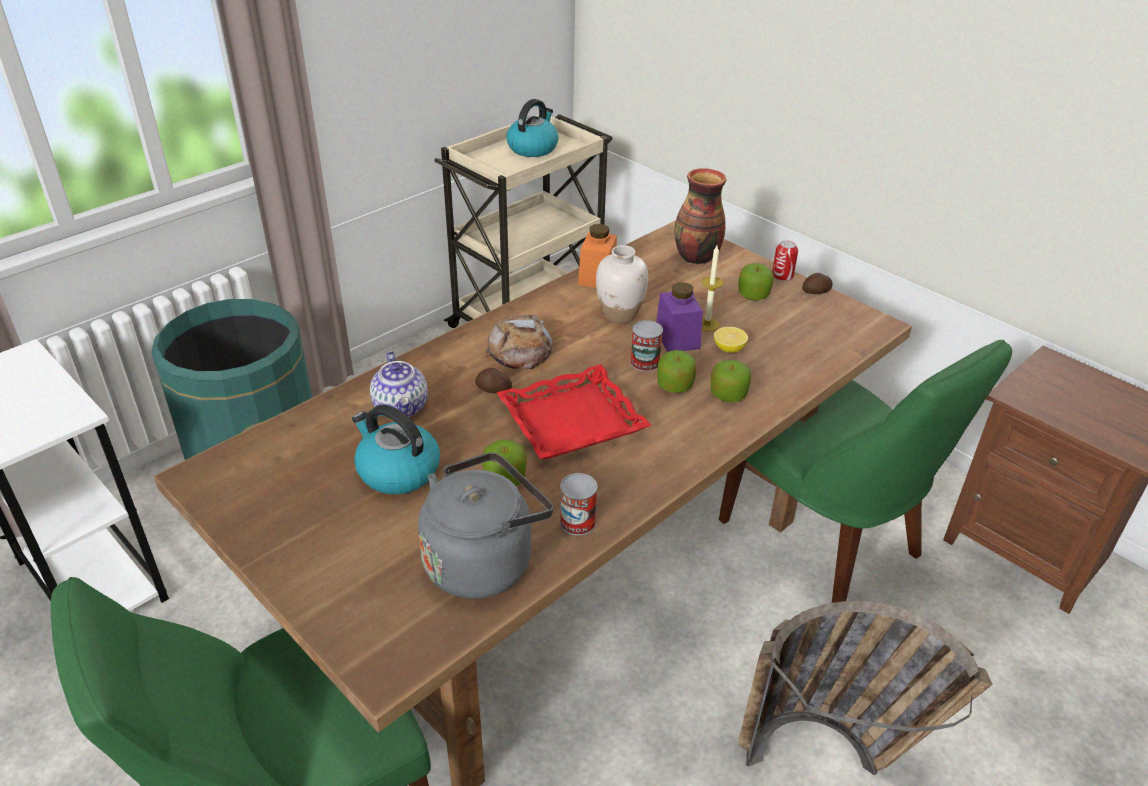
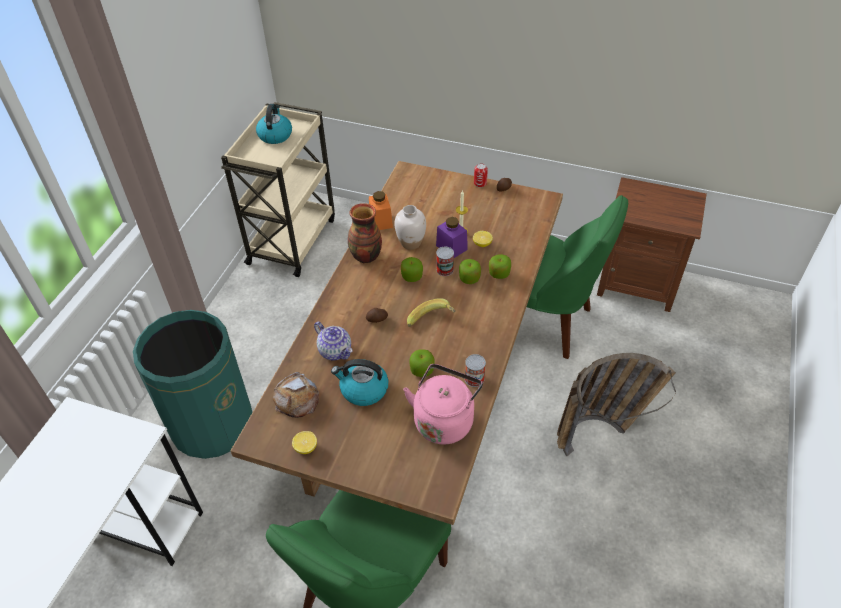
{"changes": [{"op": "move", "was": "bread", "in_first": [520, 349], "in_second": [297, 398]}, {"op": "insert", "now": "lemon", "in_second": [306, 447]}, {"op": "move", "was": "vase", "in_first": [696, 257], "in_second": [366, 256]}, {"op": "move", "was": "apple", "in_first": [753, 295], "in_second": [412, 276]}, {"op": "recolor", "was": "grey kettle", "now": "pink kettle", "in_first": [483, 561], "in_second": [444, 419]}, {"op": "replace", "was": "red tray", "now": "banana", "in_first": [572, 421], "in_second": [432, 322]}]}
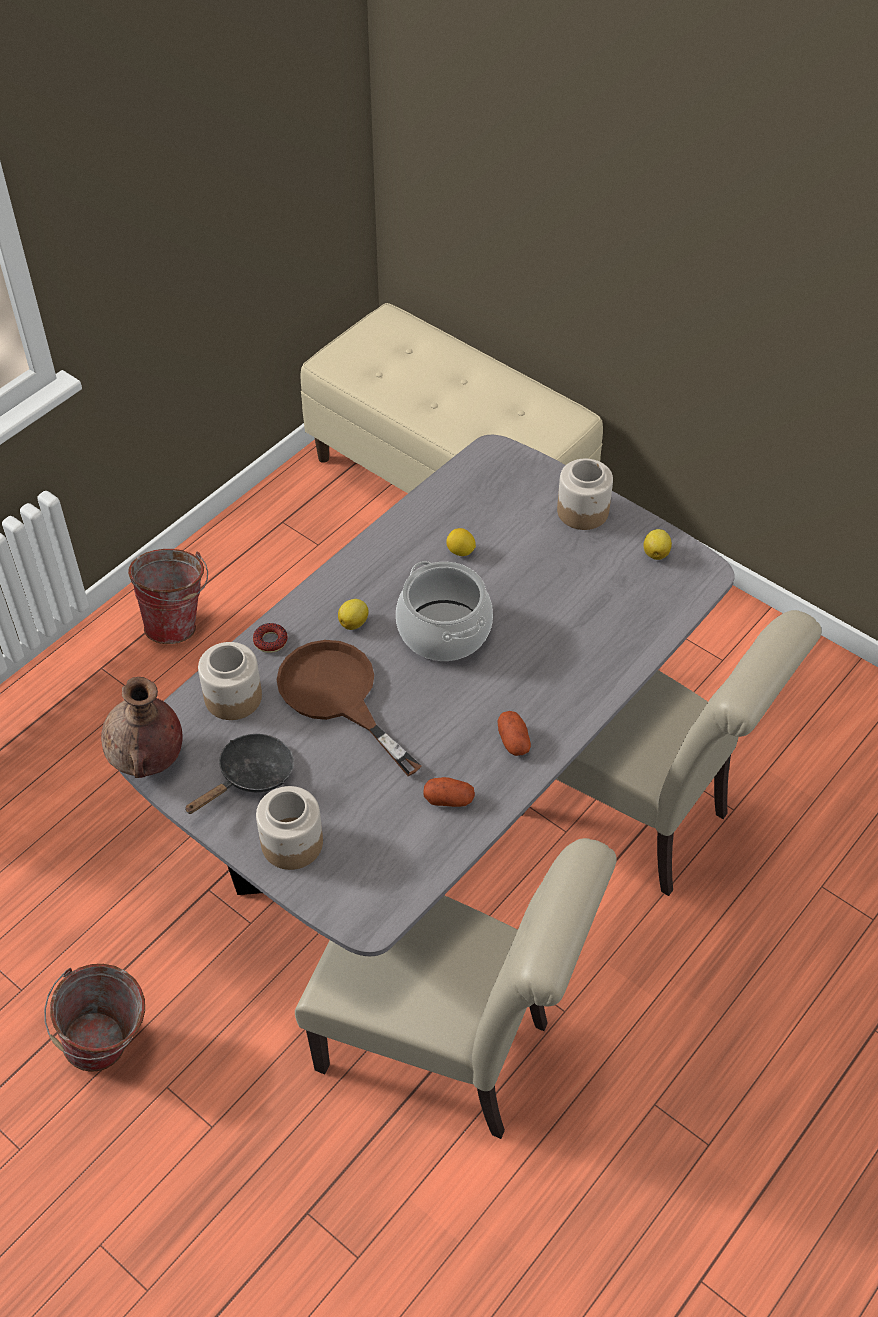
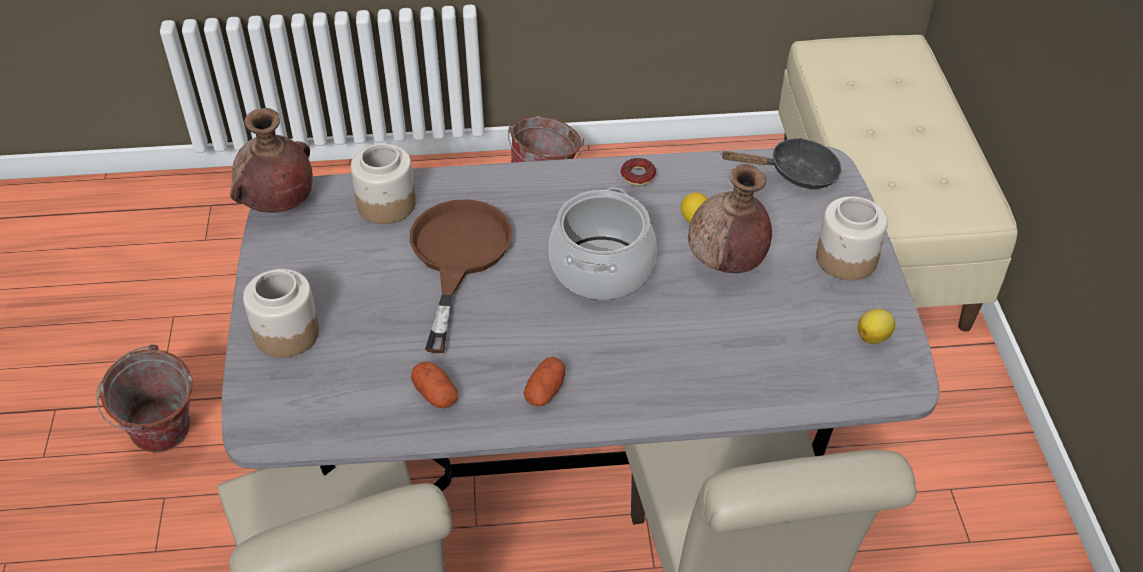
{"changes": [{"op": "move", "was": "donut", "in_first": [270, 641], "in_second": [638, 176]}, {"op": "insert", "now": "brown vase", "in_second": [726, 263]}, {"op": "move", "was": "black frying pan", "in_first": [251, 776], "in_second": [795, 173]}, {"op": "delete", "was": "lemon", "in_first": [354, 622]}]}
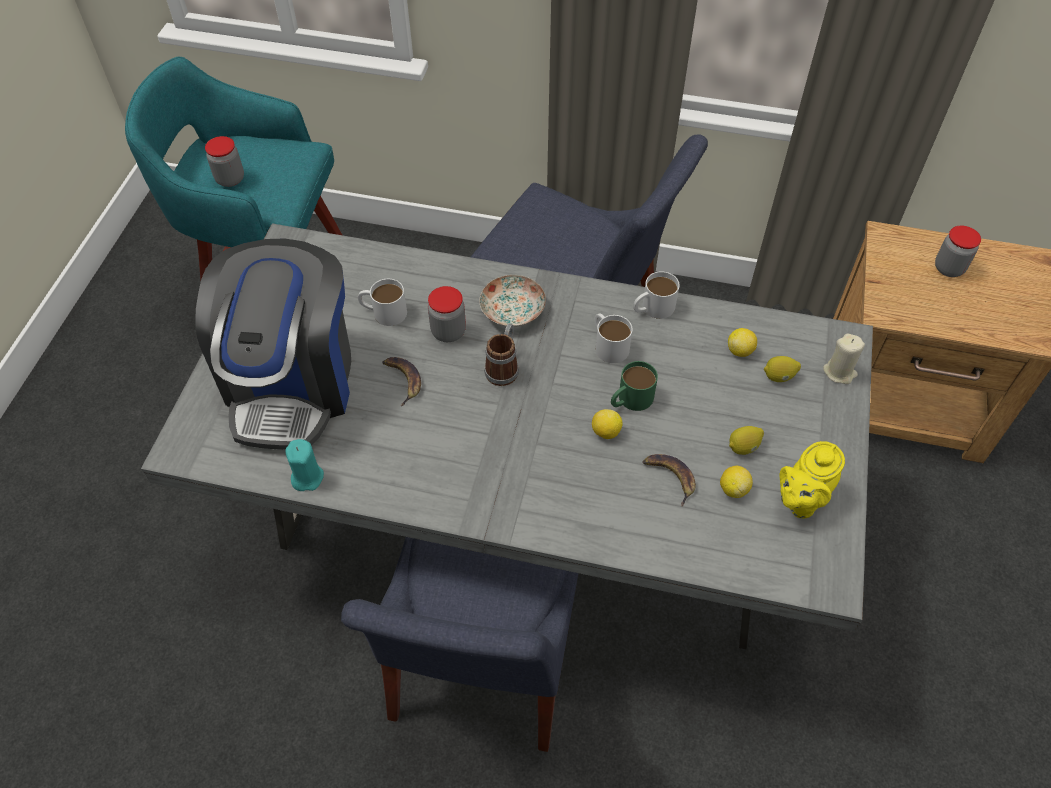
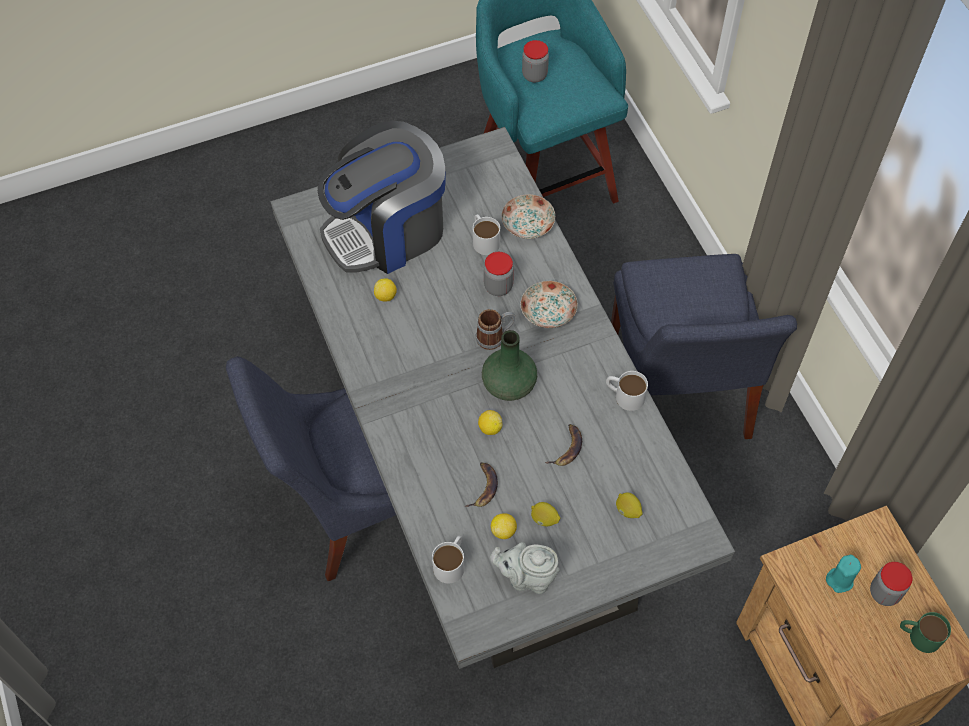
{"changes": [{"op": "move", "was": "lemon", "in_first": [740, 351], "in_second": [386, 296]}, {"op": "move", "was": "white mug", "in_first": [608, 344], "in_second": [451, 562]}, {"op": "insert", "now": "green vase", "in_second": [509, 385]}, {"op": "recolor", "was": "yellow teapot", "now": "grey teapot", "in_first": [800, 499], "in_second": [527, 577]}, {"op": "insert", "now": "plate", "in_second": [527, 223]}, {"op": "move", "was": "banana", "in_first": [402, 380], "in_second": [567, 448]}, {"op": "move", "was": "turquoise candle", "in_first": [307, 477], "in_second": [840, 579]}, {"op": "move", "was": "green mug", "in_first": [630, 399], "in_second": [919, 635]}, {"op": "delete", "was": "beige candle", "in_first": [839, 372]}]}
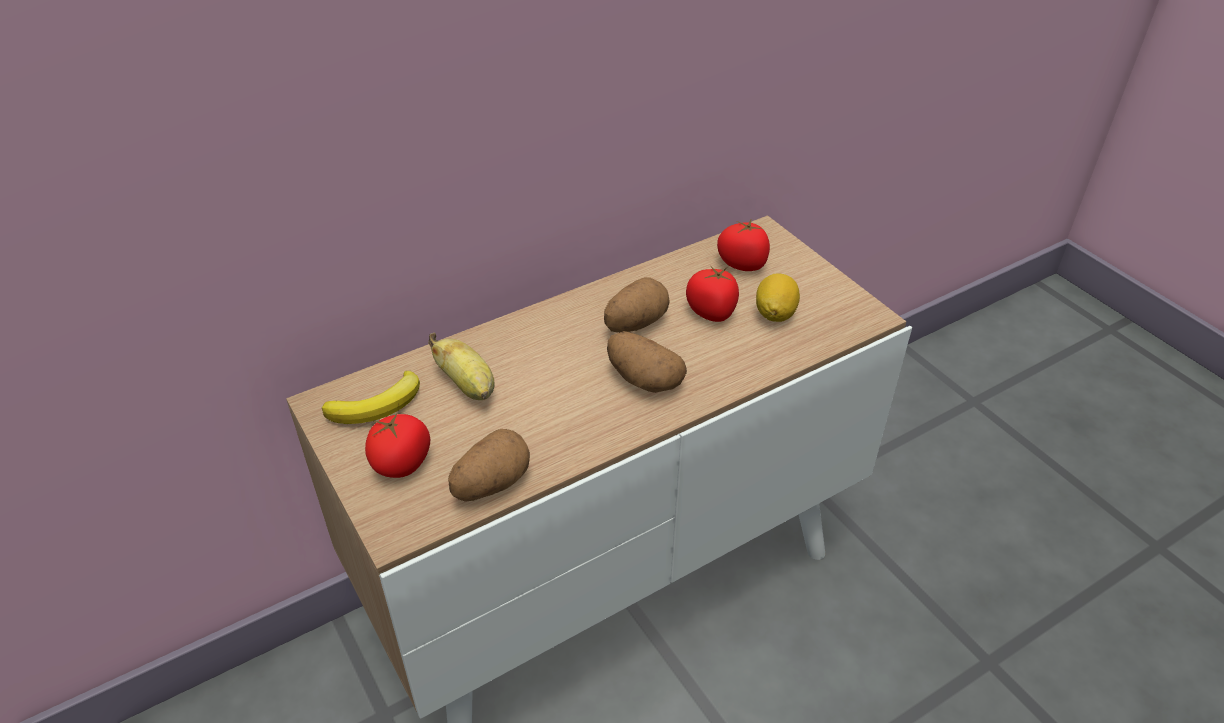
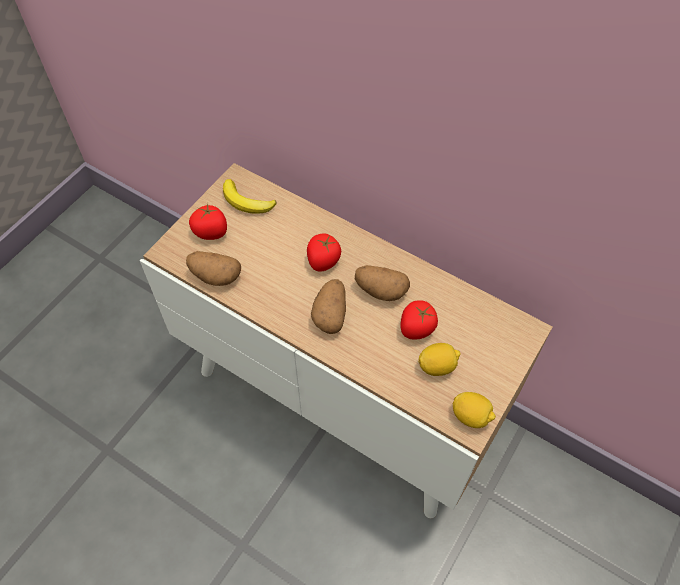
{"changes": [{"op": "move", "was": "tomato", "in_first": [743, 263], "in_second": [323, 261]}, {"op": "insert", "now": "lemon", "in_second": [471, 416]}, {"op": "delete", "was": "banana", "in_first": [468, 385]}]}
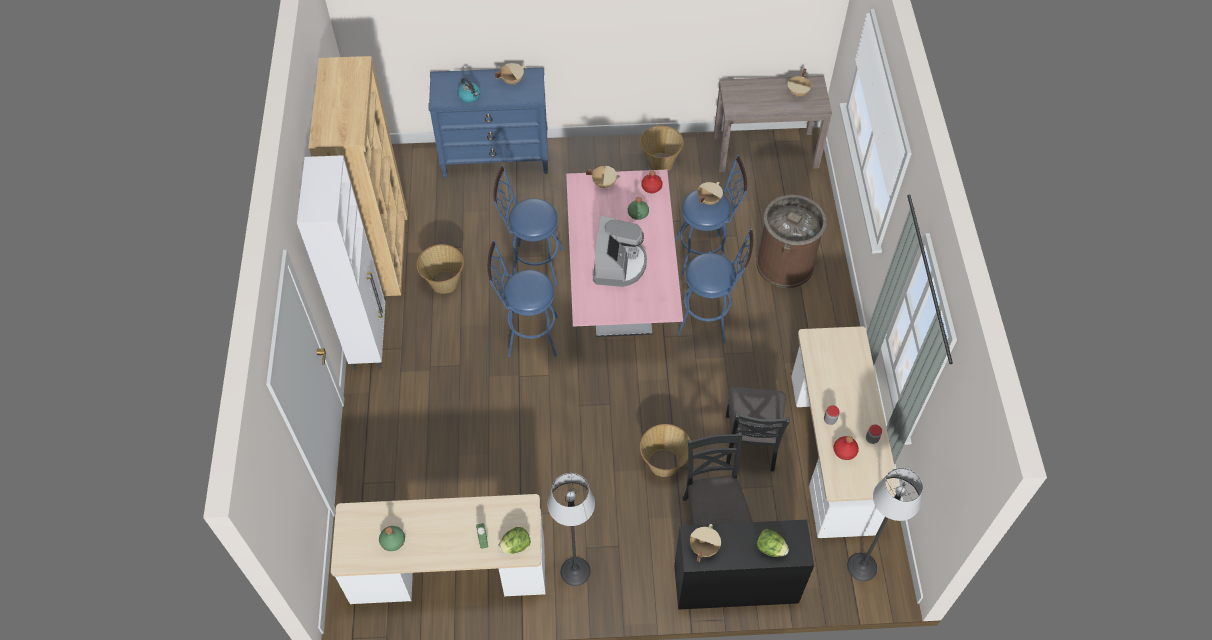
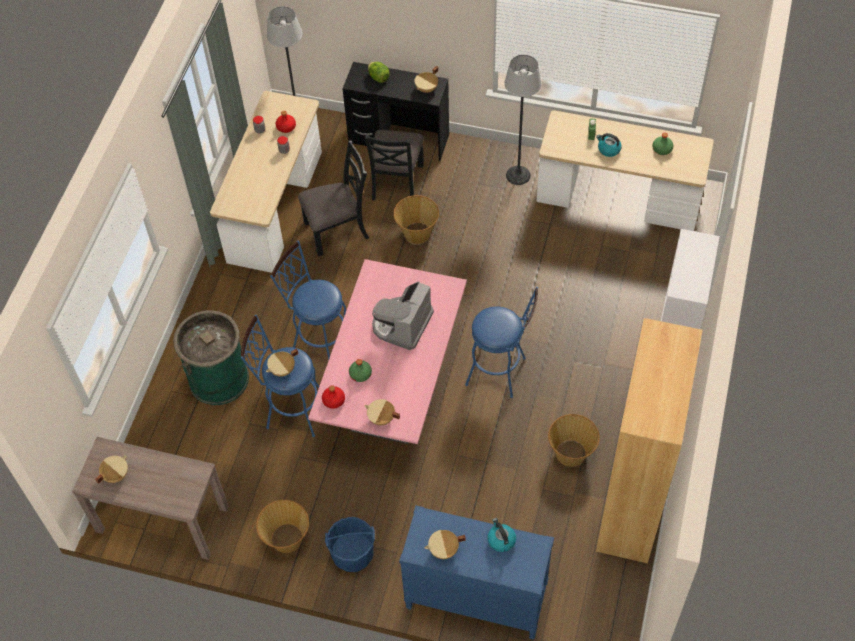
{"changes": [{"op": "recolor", "was": "brown trash can", "now": "green trash can", "in_first": [785, 264], "in_second": [219, 379]}, {"op": "rotate", "was": "black chair", "in_first": [750, 442], "in_second": [337, 230], "clockwise": 45}, {"op": "insert", "now": "blue bucket", "in_second": [352, 554]}, {"op": "insert", "now": "kettle", "in_second": [608, 149]}, {"op": "delete", "was": "blue stool", "in_first": [531, 264]}, {"op": "delete", "was": "lettuce", "in_first": [515, 545]}]}
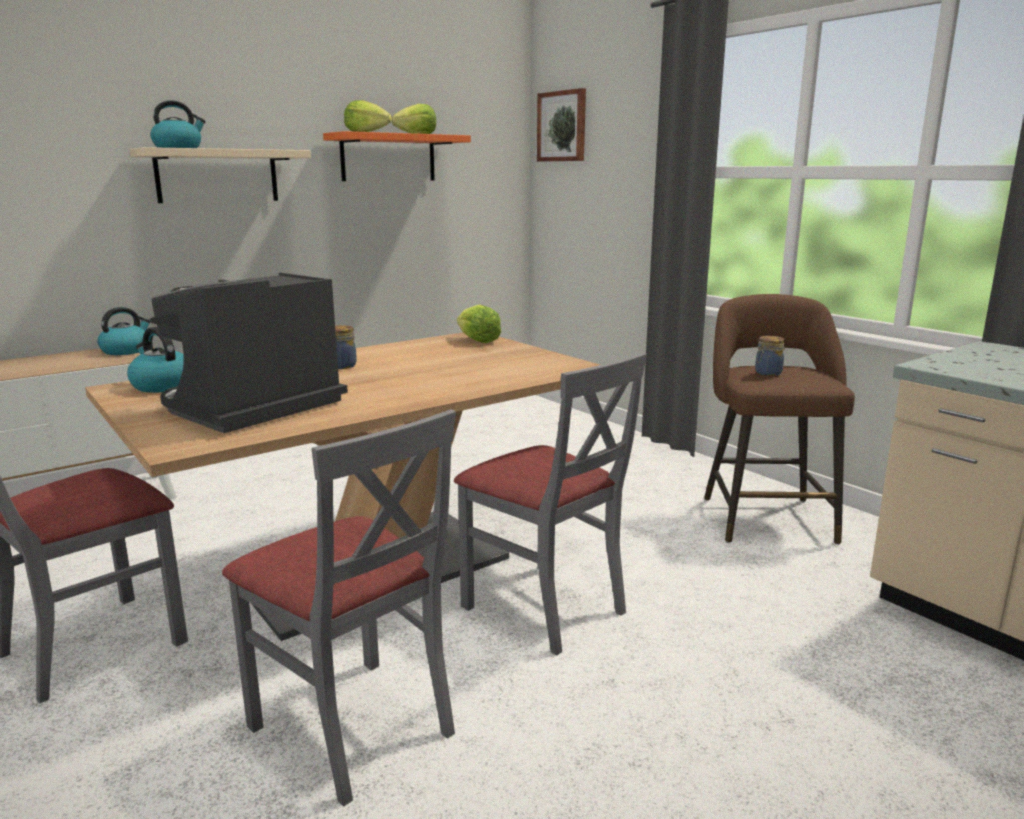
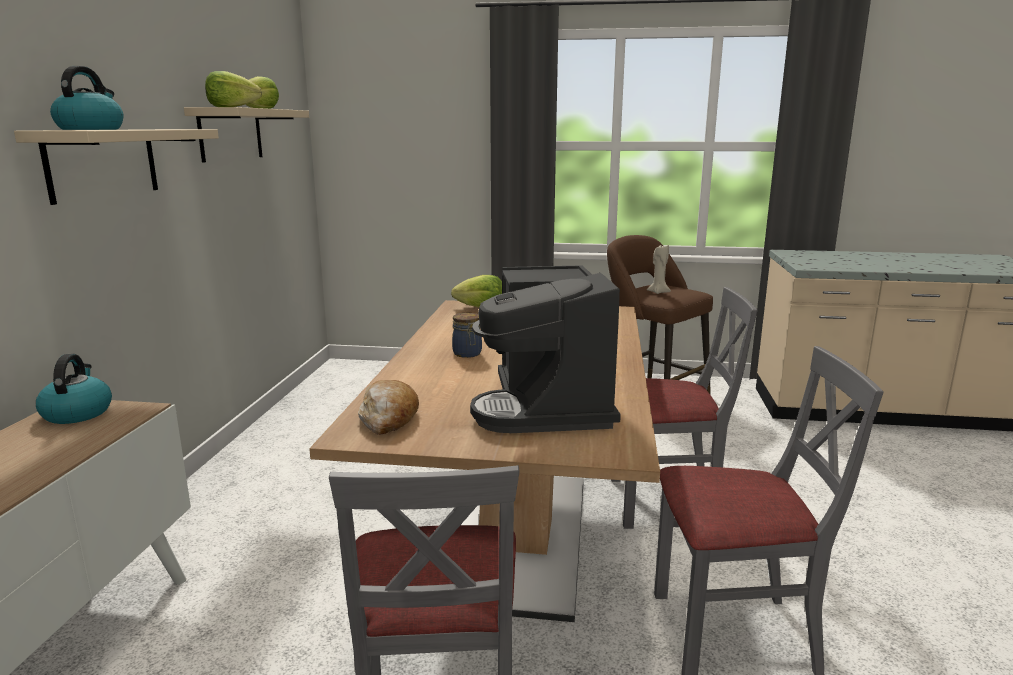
{"changes": [{"op": "recolor", "was": "orange shelf", "now": "beige shelf", "in_first": [388, 158], "in_second": [231, 134]}, {"op": "replace", "was": "kettle", "now": "bread", "in_first": [162, 385], "in_second": [389, 418]}, {"op": "replace", "was": "jar", "now": "beige candle", "in_first": [767, 373], "in_second": [658, 292]}, {"op": "delete", "was": "picture", "in_first": [562, 126]}]}
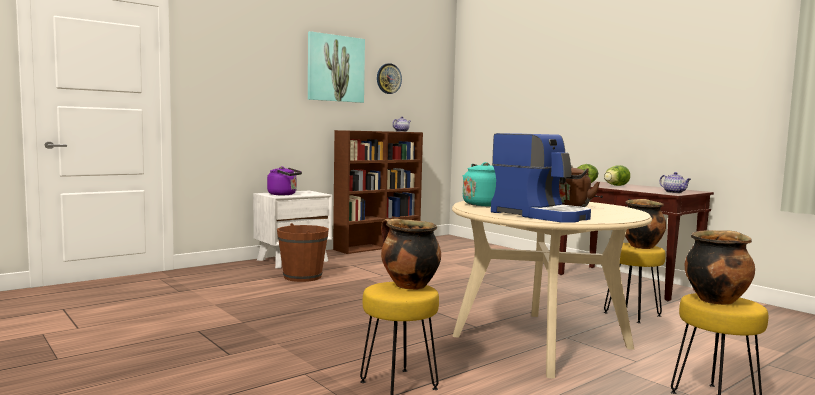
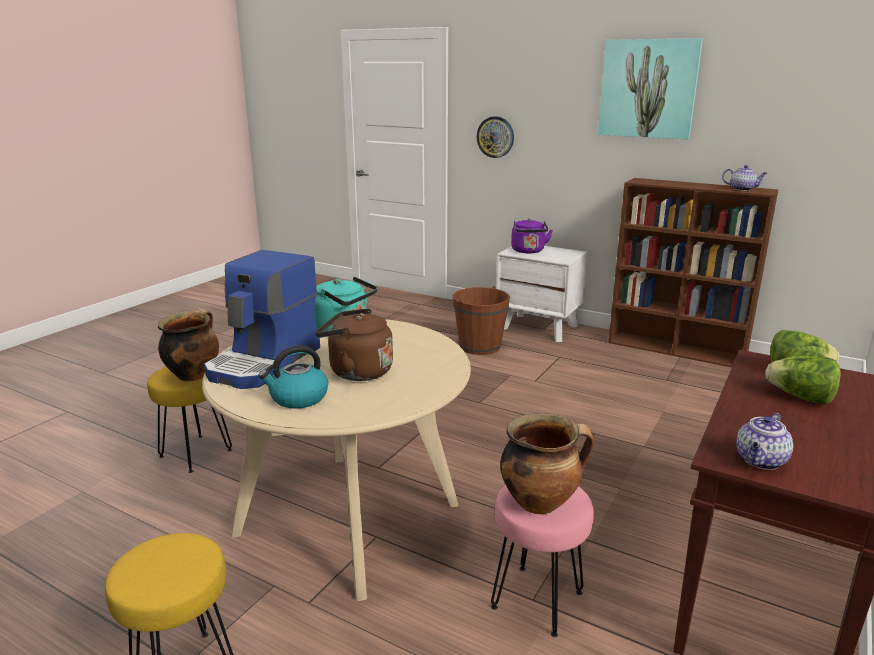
{"changes": [{"op": "insert", "now": "kettle", "in_second": [298, 398]}, {"op": "move", "was": "wall clock", "in_first": [388, 78], "in_second": [495, 137]}, {"op": "recolor", "was": "yellow stool", "now": "pink stool", "in_first": [633, 314], "in_second": [537, 600]}, {"op": "delete", "was": "cooking pot", "in_first": [716, 300]}]}
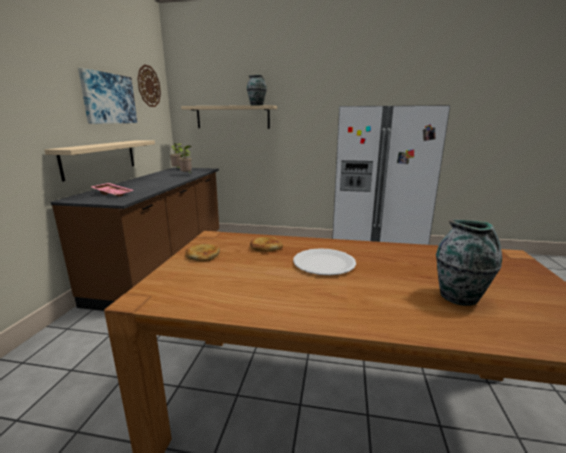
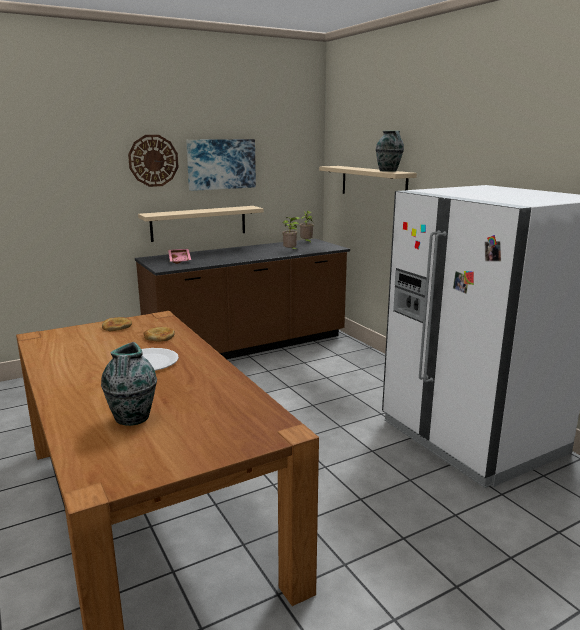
{"changes": [{"op": "move", "was": "wall clock", "in_first": [149, 86], "in_second": [153, 160]}]}
